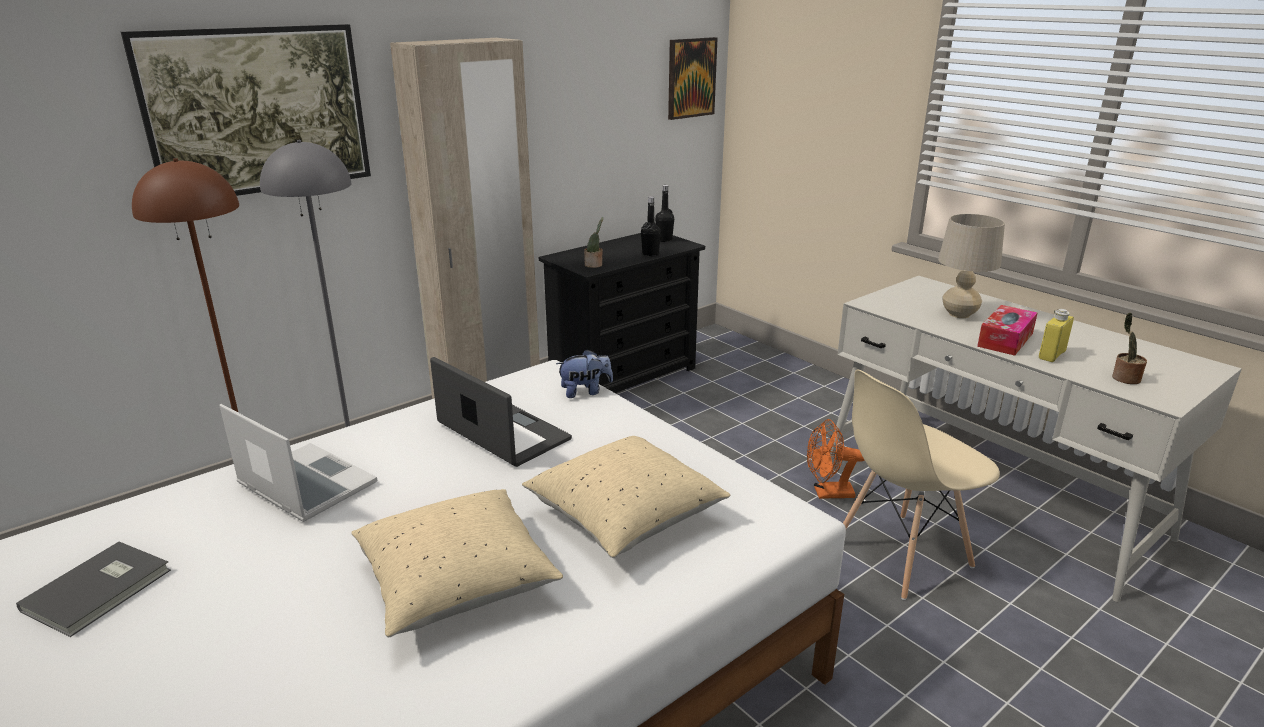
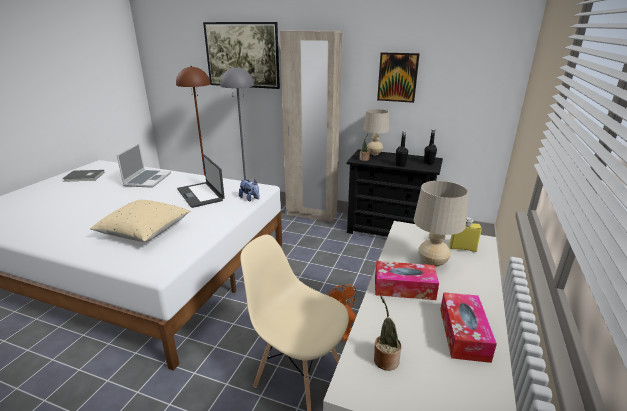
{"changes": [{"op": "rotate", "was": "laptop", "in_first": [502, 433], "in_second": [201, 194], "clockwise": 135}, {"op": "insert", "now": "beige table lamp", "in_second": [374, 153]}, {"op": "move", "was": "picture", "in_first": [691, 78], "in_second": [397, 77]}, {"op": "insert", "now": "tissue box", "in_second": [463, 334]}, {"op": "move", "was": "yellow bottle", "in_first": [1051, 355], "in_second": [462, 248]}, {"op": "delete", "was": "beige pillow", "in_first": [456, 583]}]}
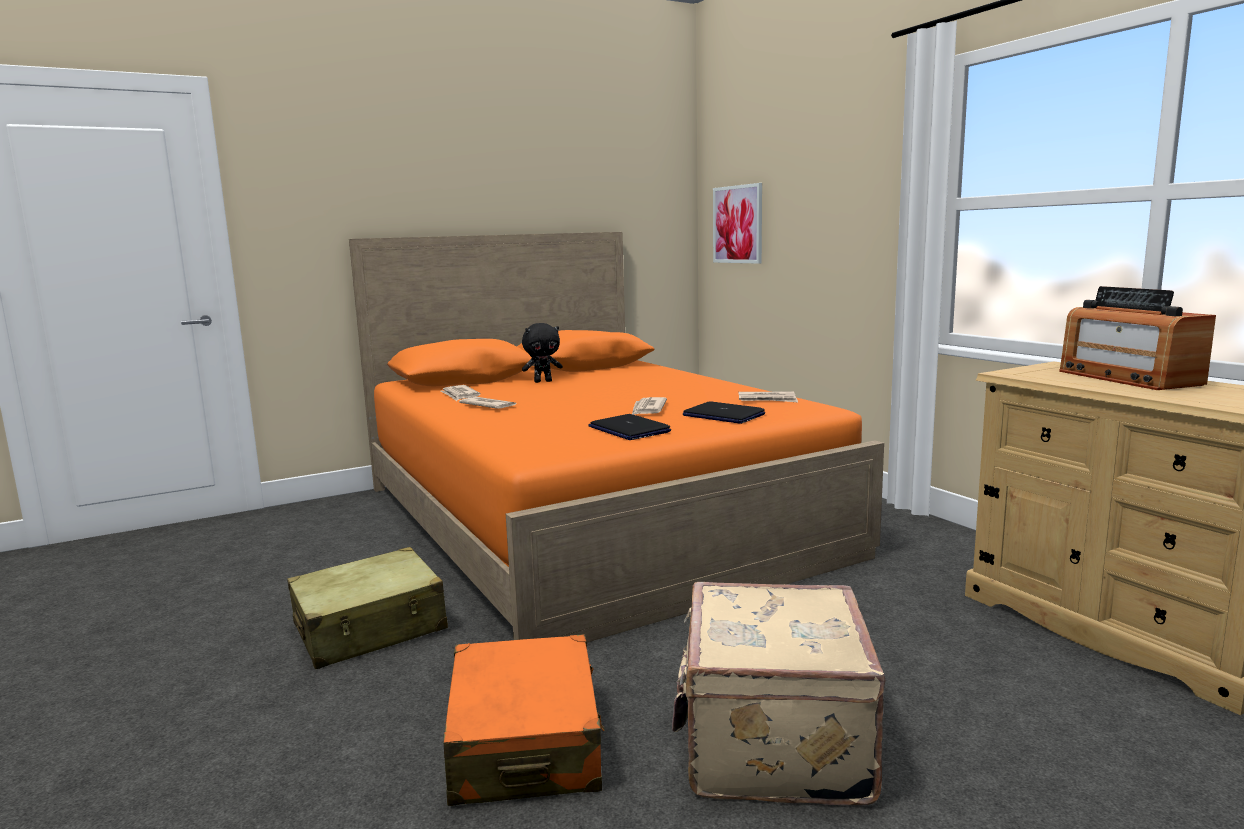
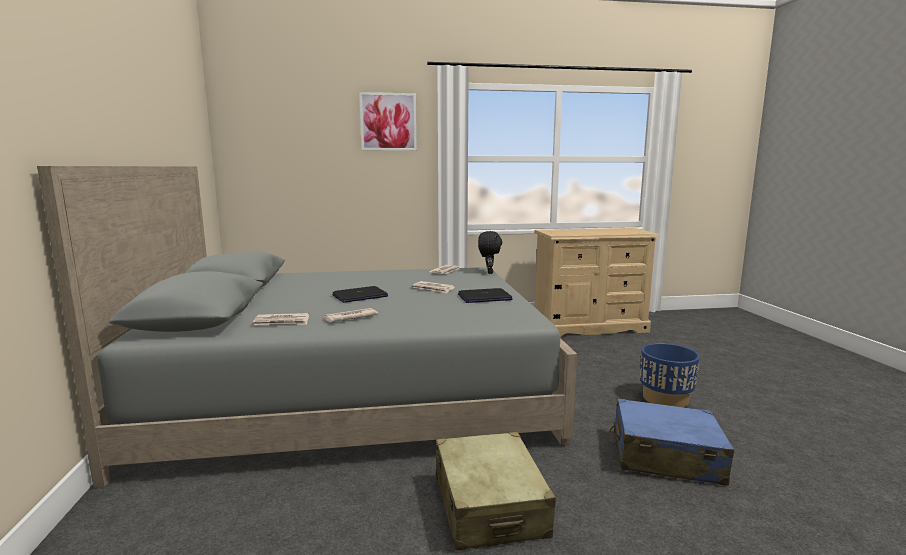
{"changes": [{"op": "recolor", "was": "orange bed", "now": "grey bed", "in_first": [591, 518], "in_second": [355, 391]}, {"op": "move", "was": "laptop", "in_first": [723, 415], "in_second": [360, 296]}, {"op": "move", "was": "picture", "in_first": [738, 224], "in_second": [388, 122]}, {"op": "move", "was": "black plush toy", "in_first": [543, 381], "in_second": [489, 272]}, {"op": "recolor", "was": "orange suitcase", "now": "blue suitcase", "in_first": [525, 744], "in_second": [665, 457]}, {"op": "replace", "was": "beige suitcase", "now": "blue planter", "in_first": [771, 743], "in_second": [665, 399]}, {"op": "delete", "was": "radio", "in_first": [1127, 378]}]}
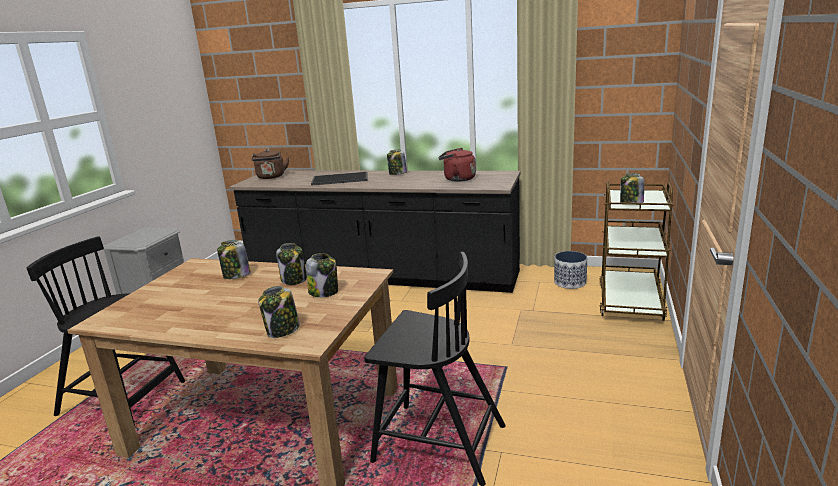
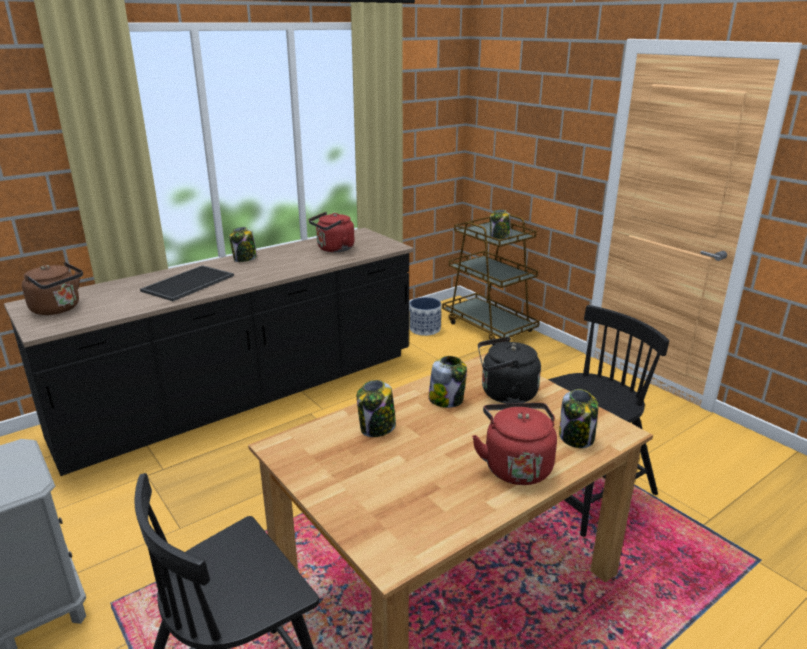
{"changes": [{"op": "insert", "now": "red kettle", "in_second": [516, 466]}, {"op": "replace", "was": "jar", "now": "black kettle", "in_first": [324, 292], "in_second": [505, 394]}]}
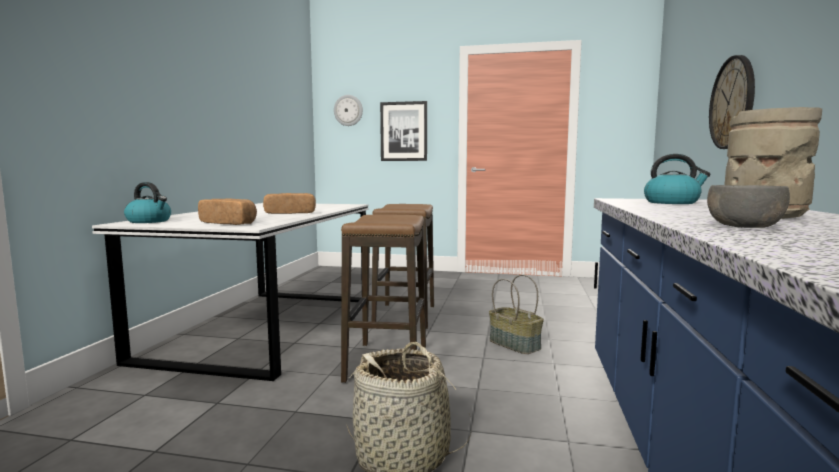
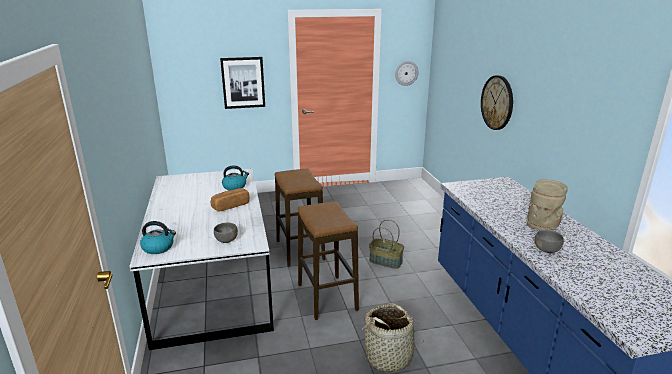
{"changes": [{"op": "replace", "was": "bread", "now": "grey bowl", "in_first": [229, 223], "in_second": [226, 240]}, {"op": "move", "was": "kettle", "in_first": [672, 202], "in_second": [235, 187]}, {"op": "move", "was": "wall clock", "in_first": [348, 110], "in_second": [406, 73]}]}
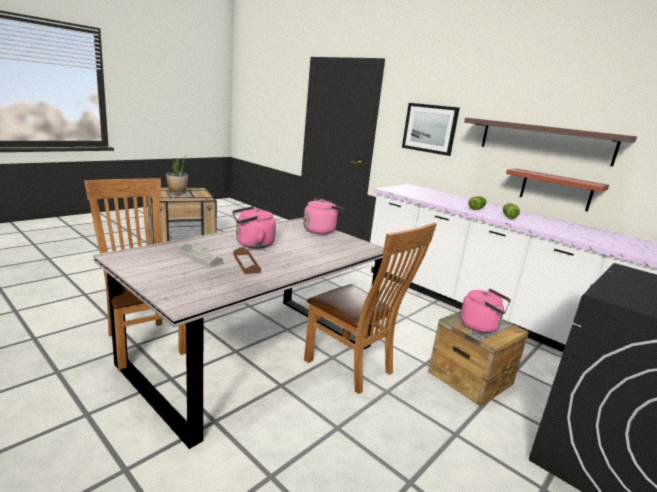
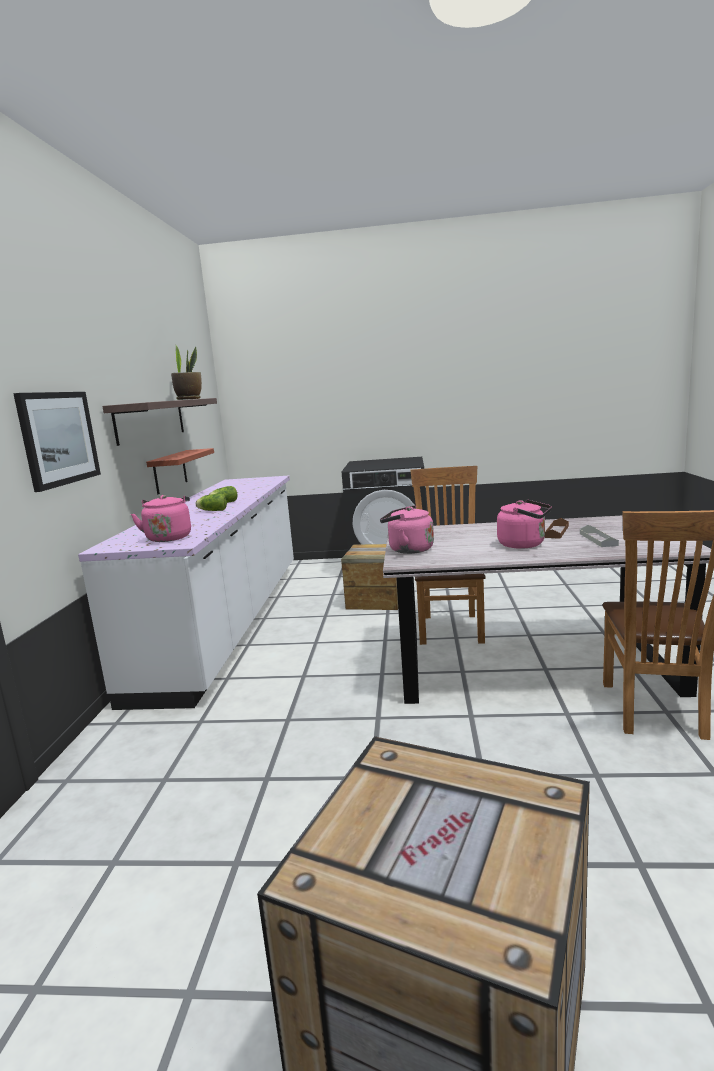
{"changes": [{"op": "move", "was": "pink kettle", "in_first": [481, 326], "in_second": [169, 537]}, {"op": "move", "was": "potted plant", "in_first": [177, 192], "in_second": [189, 399]}]}
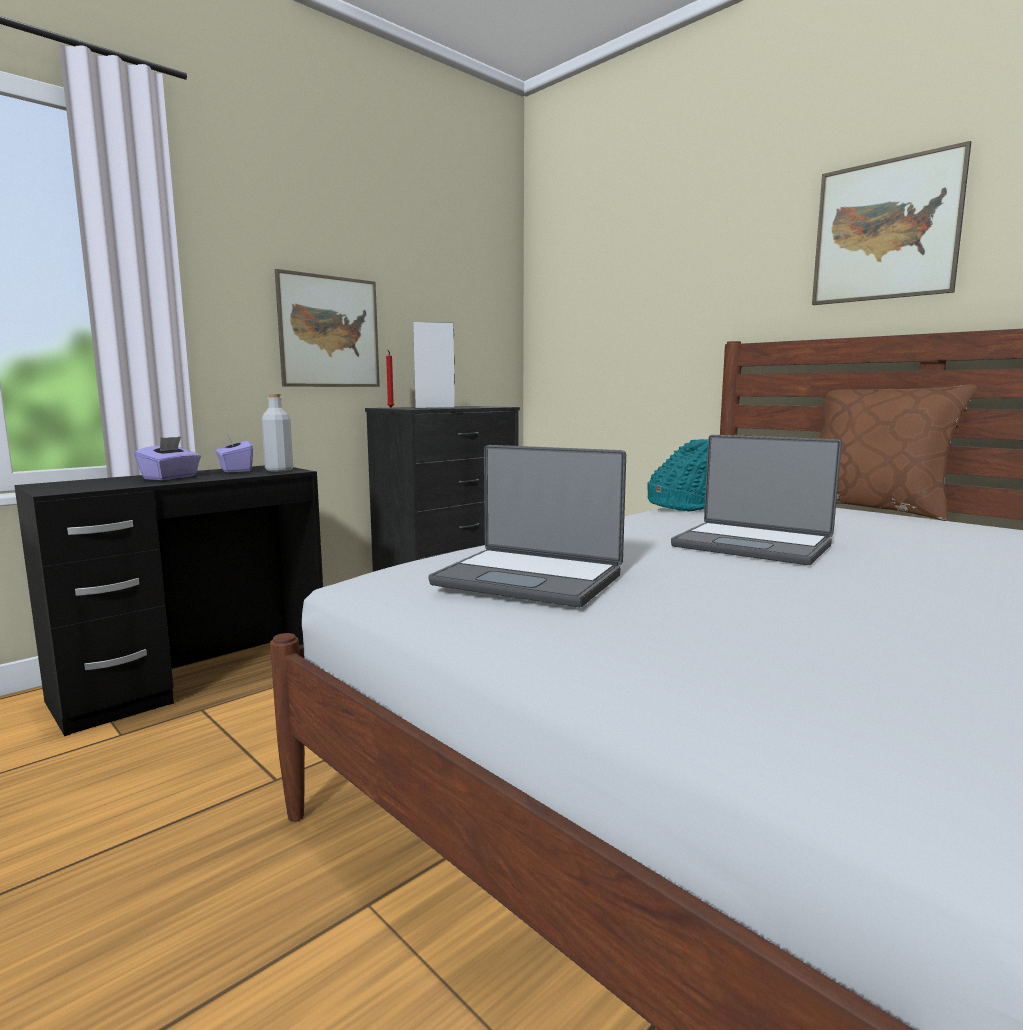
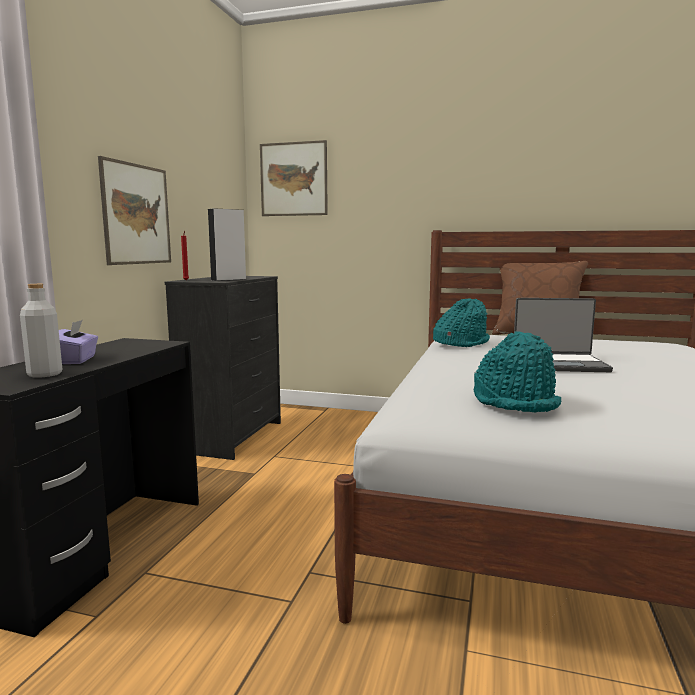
{"changes": [{"op": "move", "was": "grey bottle", "in_first": [279, 470], "in_second": [45, 374]}, {"op": "move", "was": "picture", "in_first": [885, 230], "in_second": [293, 179]}, {"op": "replace", "was": "laptop", "now": "turquoise hat", "in_first": [530, 579], "in_second": [516, 402]}, {"op": "delete", "was": "purple tissue box", "in_first": [235, 470]}]}
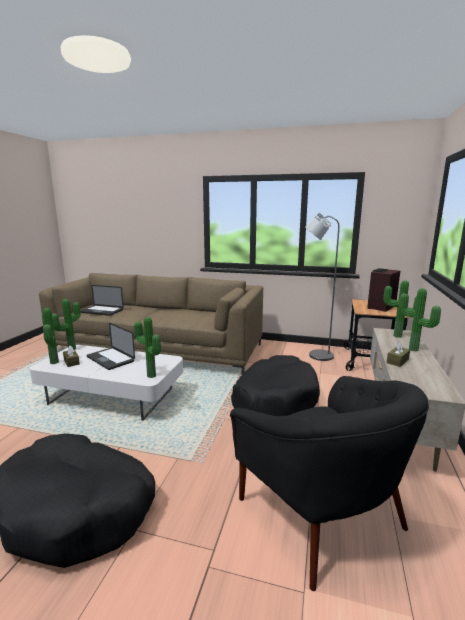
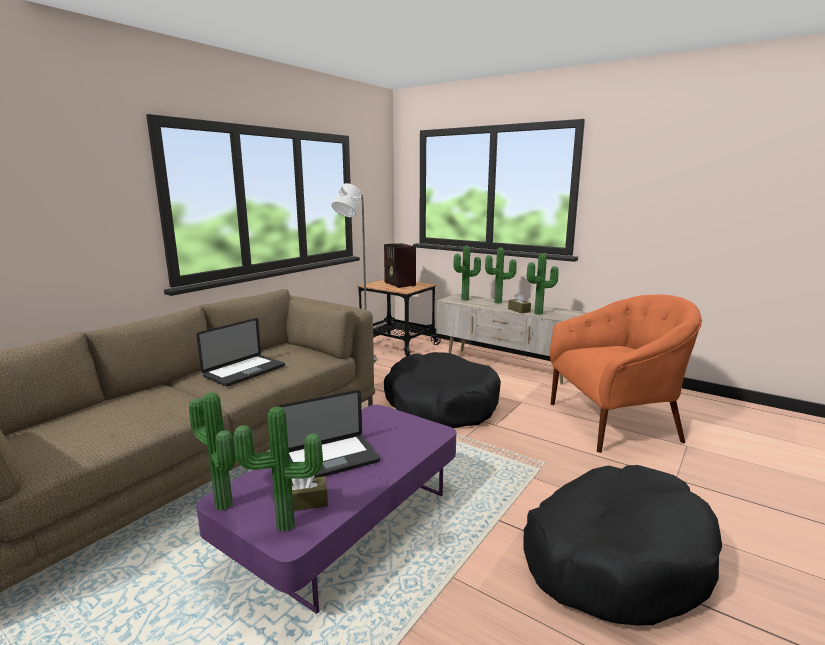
{"changes": [{"op": "recolor", "was": "white coffee table", "now": "purple coffee table", "in_first": [112, 397], "in_second": [345, 523]}, {"op": "move", "was": "laptop", "in_first": [102, 311], "in_second": [244, 371]}, {"op": "move", "was": "potted plant", "in_first": [150, 376], "in_second": [539, 313]}, {"op": "recolor", "was": "black armchair", "now": "orange armchair", "in_first": [322, 513], "in_second": [614, 422]}]}
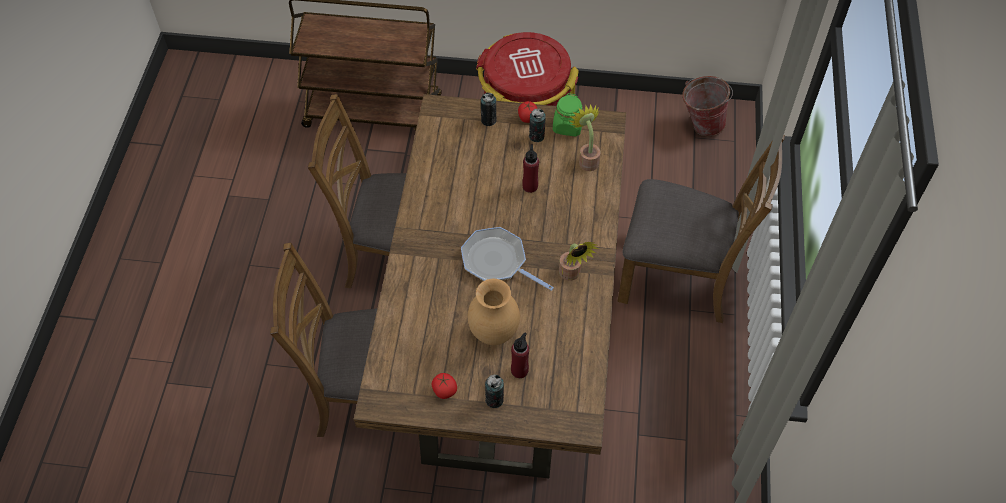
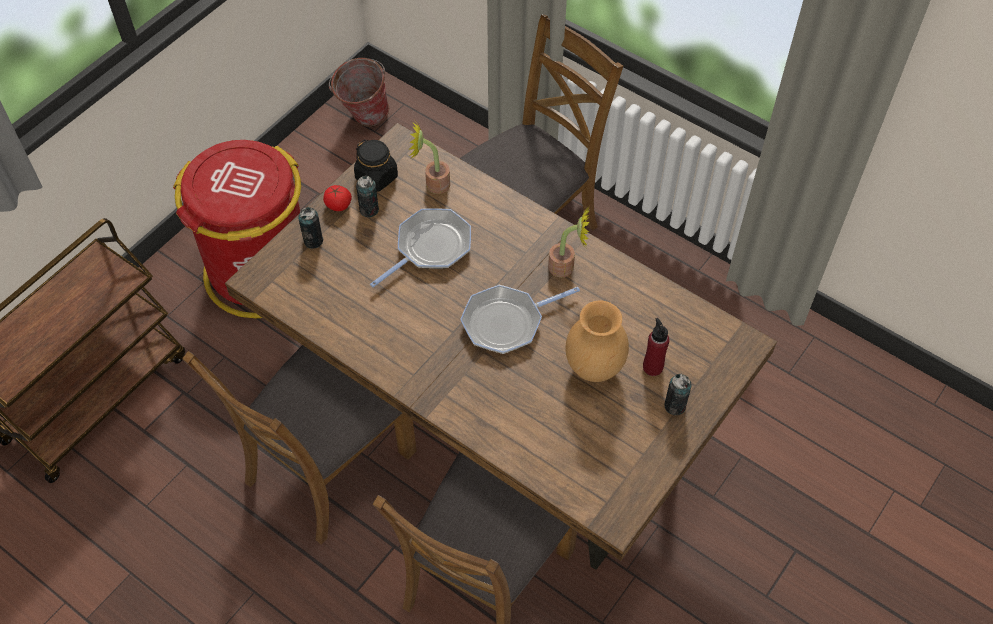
{"changes": [{"op": "recolor", "was": "green jar", "now": "black jar", "in_first": [568, 126], "in_second": [377, 177]}, {"op": "replace", "was": "red bottle", "now": "frying pan", "in_first": [530, 186], "in_second": [430, 247]}, {"op": "delete", "was": "tomato", "in_first": [444, 390]}]}
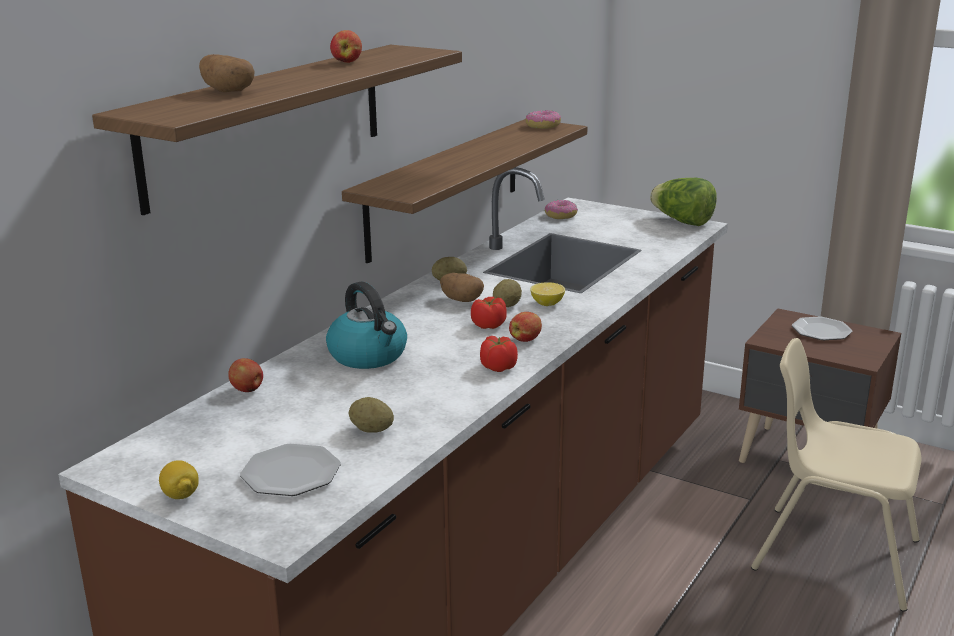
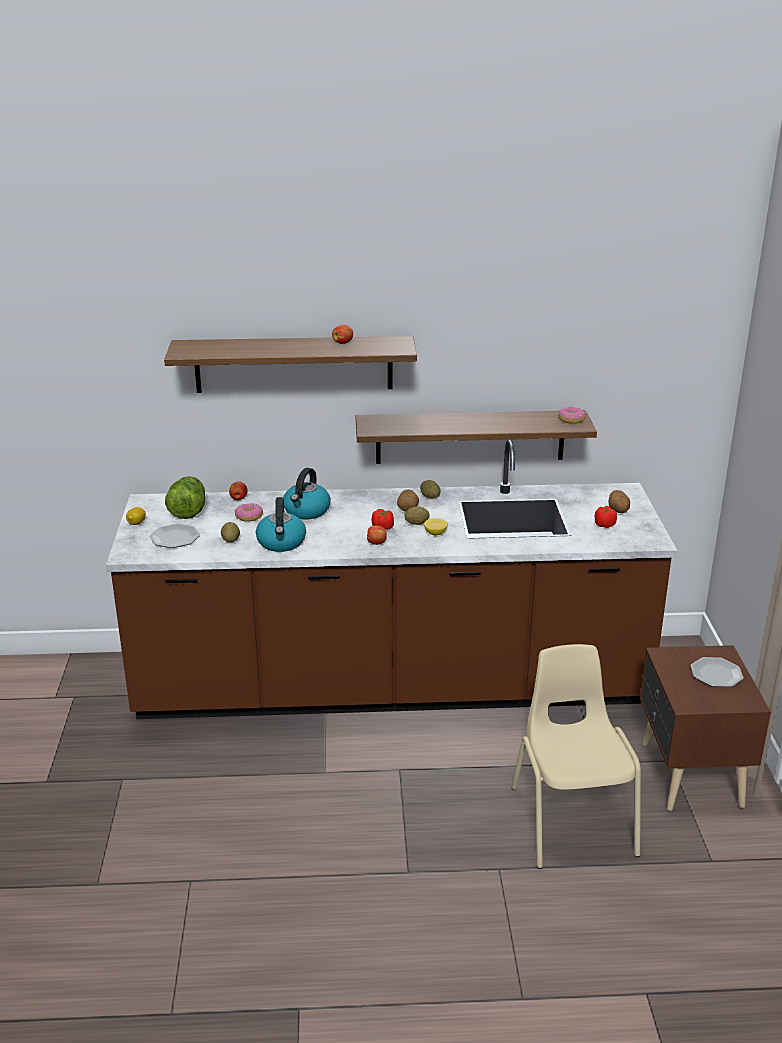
{"changes": [{"op": "move", "was": "lettuce", "in_first": [682, 222], "in_second": [188, 511]}, {"op": "move", "was": "donut", "in_first": [560, 215], "in_second": [249, 517]}, {"op": "insert", "now": "kettle", "in_second": [281, 543]}, {"op": "move", "was": "tomato", "in_first": [498, 367], "in_second": [604, 525]}, {"op": "move", "was": "potato", "in_first": [229, 91], "in_second": [618, 511]}]}
